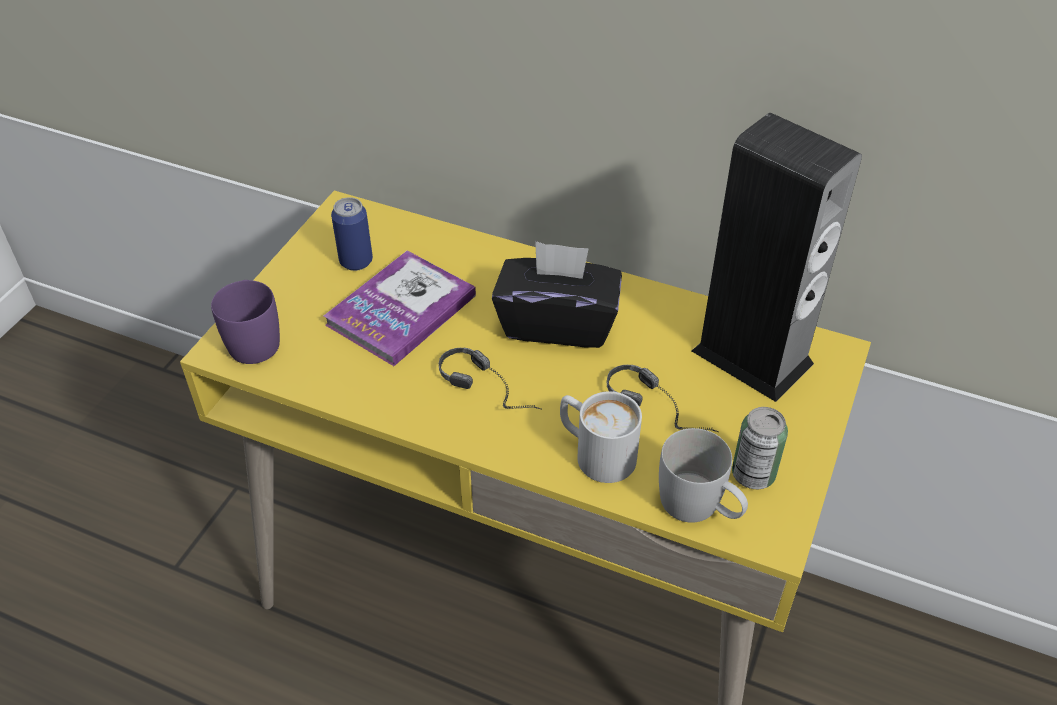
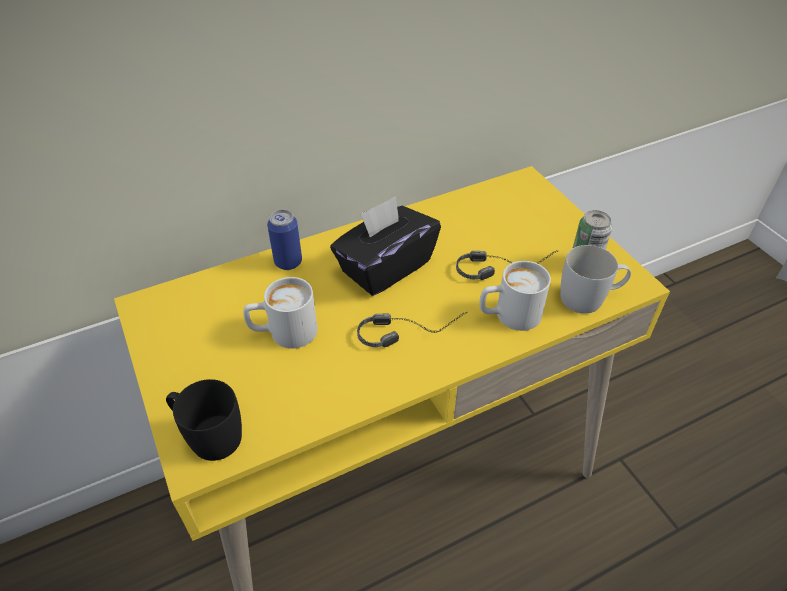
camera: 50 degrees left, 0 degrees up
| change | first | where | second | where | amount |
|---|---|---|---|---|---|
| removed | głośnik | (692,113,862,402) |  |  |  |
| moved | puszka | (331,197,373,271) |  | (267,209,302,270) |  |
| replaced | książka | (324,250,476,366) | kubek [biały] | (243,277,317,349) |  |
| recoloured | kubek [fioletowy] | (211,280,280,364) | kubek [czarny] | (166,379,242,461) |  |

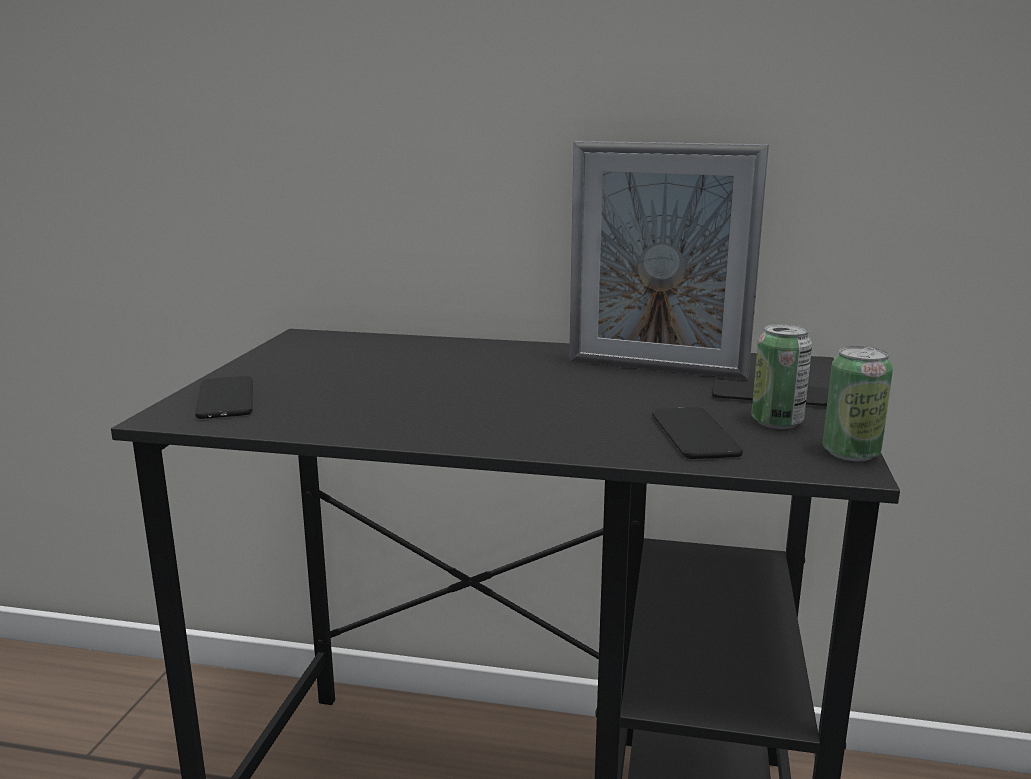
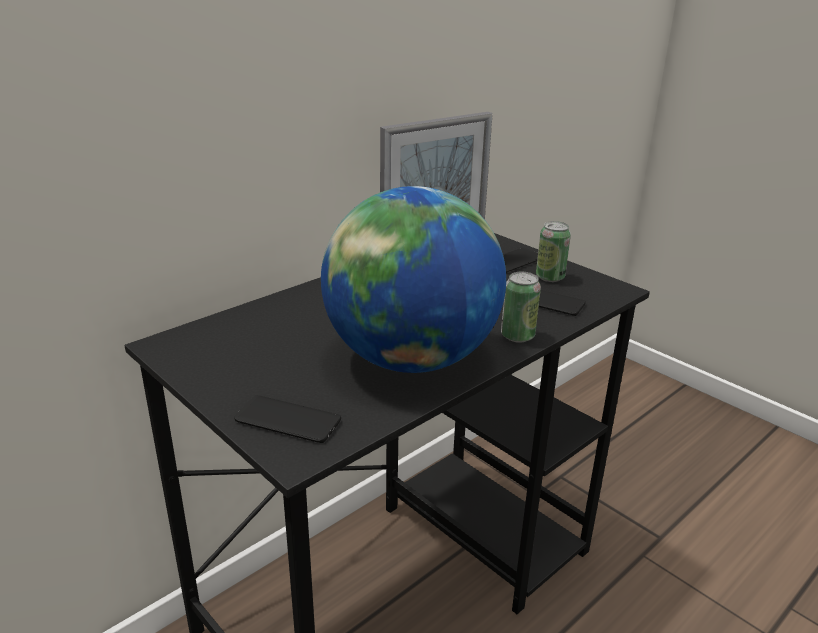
camera: 55 degrees left, 10 degrees up
| change | first | where | second | where | amount |
|---|---|---|---|---|---|
| moved | puszka | (823,346,893,461) |  | (501,272,541,343) |  |
| added |  |  | globus | (321,186,506,373) |  |

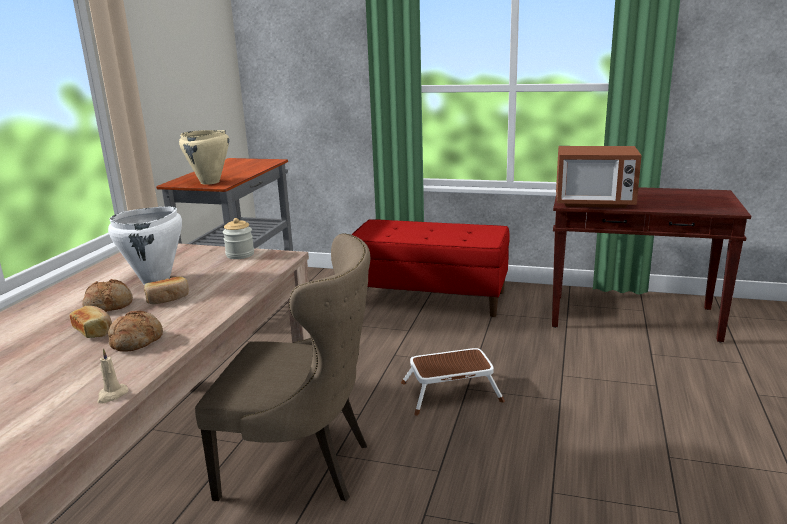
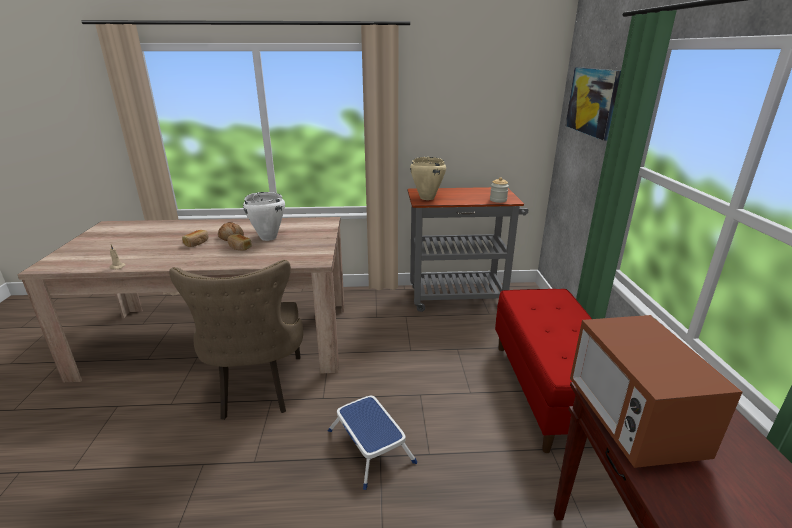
camera: 70 degrees right, 5 degrees up
| change | first | where | second | where | amount |
|---|---|---|---|---|---|
| moved | słoik | (223,218,254,259) |  | (490,177,509,203) |  |
| removed | chleb | (108,311,163,352) |  |  |  |
| recoloured | drabinka [brązowy] | (401,348,505,416) | drabinka [niebieski] | (328,396,417,490) |  |
| added |  |  | obraz | (566,67,621,141) |  |

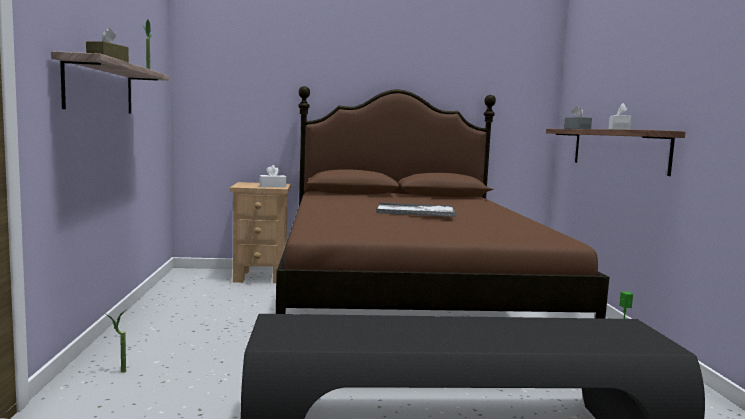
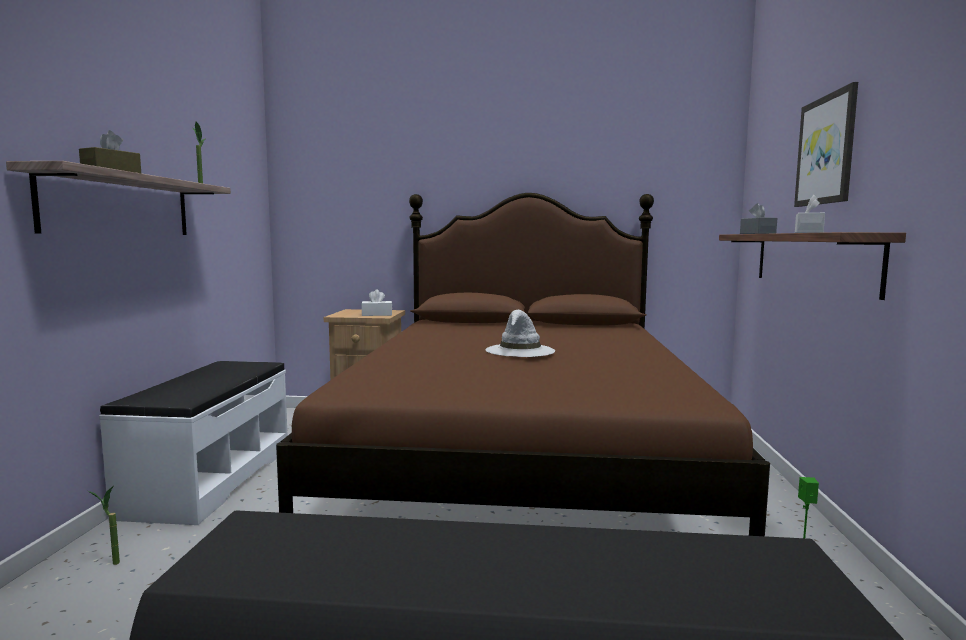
camera: 10 degrees right, 0 degrees up
| change | first | where | second | where | amount |
|---|---|---|---|---|---|
| replaced | taca | (376,203,456,217) | kapelusz [biały] | (486,310,555,357) |  |
| added |  |  | obraz | (794,82,858,207) |  |
| added |  |  | ławka [biały] | (99,361,288,525) |  |

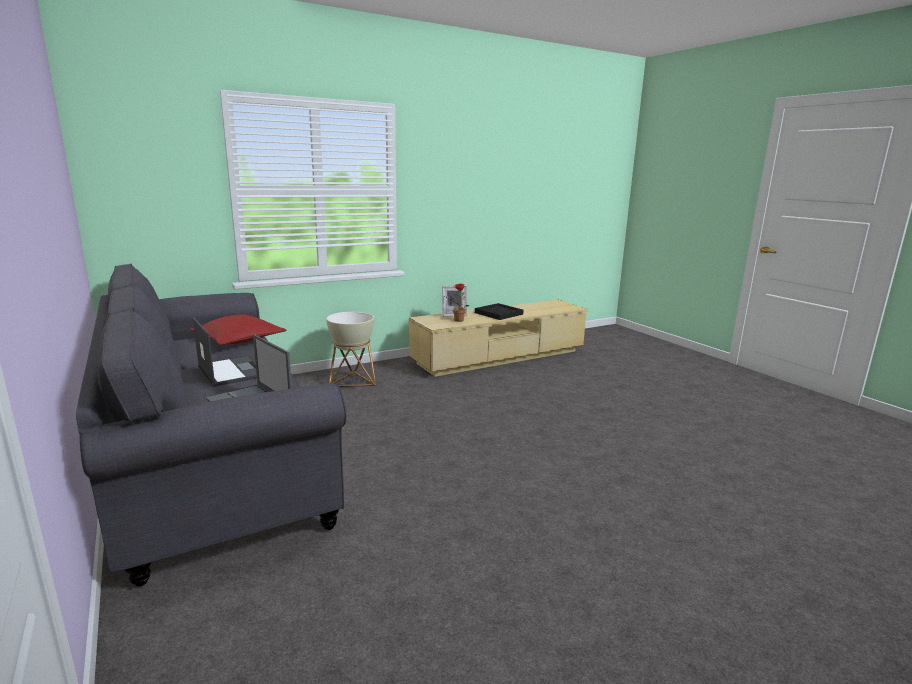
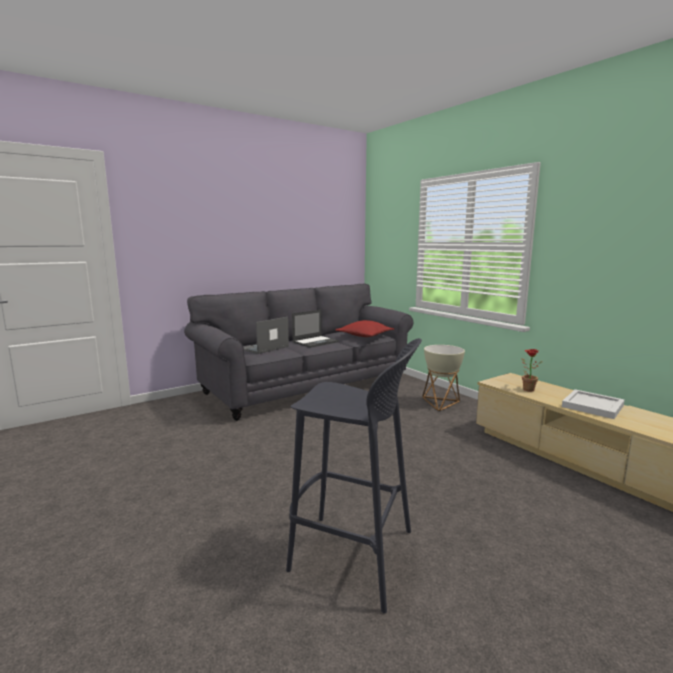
camera: 85 degrees right, 5 degrees down
| change | first | where | second | where | amount |
|---|---|---|---|---|---|
| removed | ramka na zdjęcie | (442,285,467,317) |  |  |  |
| recoloured | taca [czarny] | (475,303,524,320) | taca [biały] | (562,389,625,419) |  |
| added |  |  | stołek [szary] | (286,338,422,613) |  |

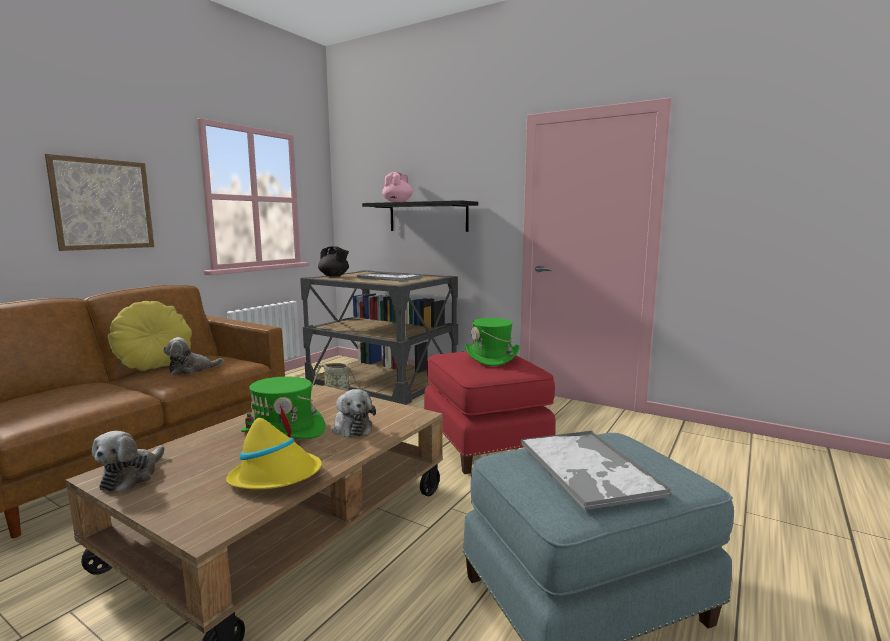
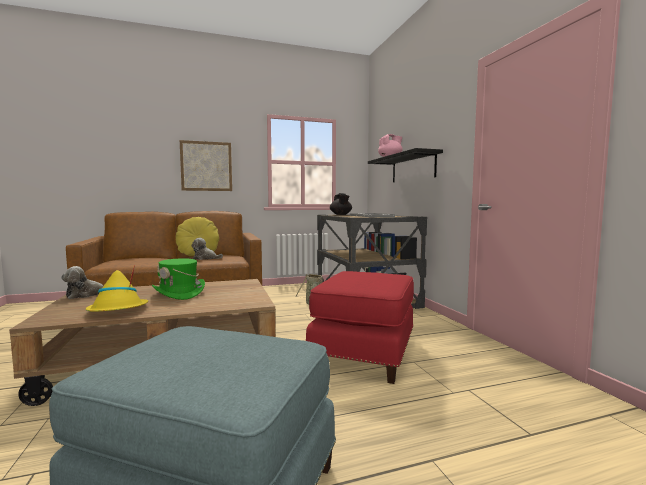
camera: 40 degrees right, 5 degrees down
| change | first | where | second | where | amount |
|---|---|---|---|---|---|
| removed | kapelusz [zielony] | (465,318,520,366) |  |  |  |
| removed | pluszak | (332,389,376,438) |  |  |  |
| removed | taca | (520,431,672,511) |  |  |  |

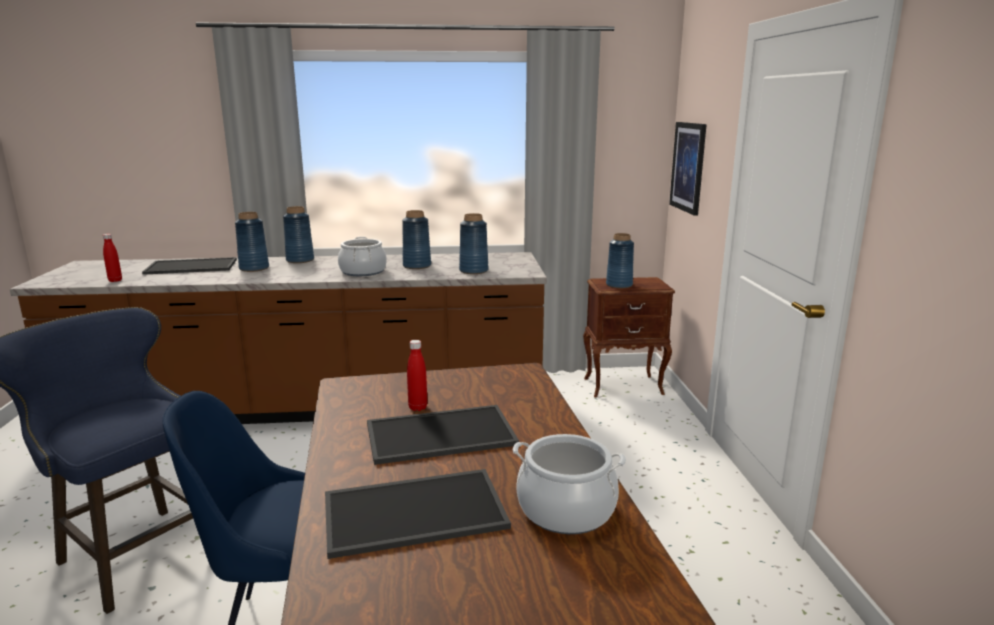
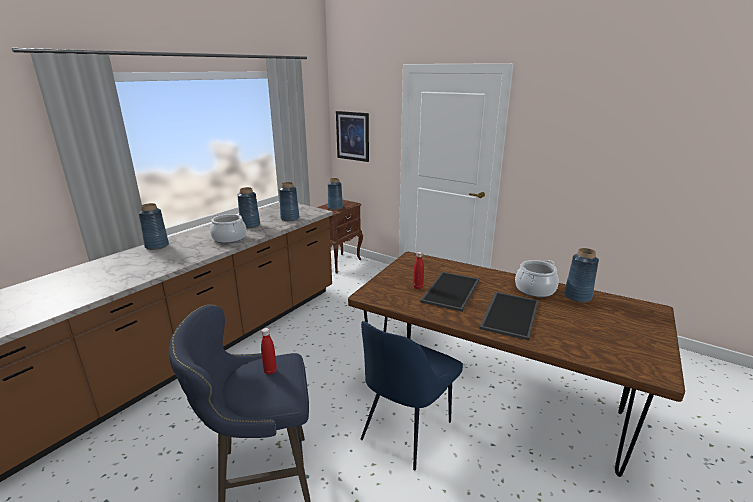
camera: 50 degrees left, 5 degrees up
| change | first | where | second | where | amount |
|---|---|---|---|---|---|
| moved | wazon [niebieski] | (235,212,269,272) |  | (564,248,599,303) |  |
| moved | butelka [czerwony] | (103,234,122,282) |  | (261,328,277,375) |  |
| removed | taca | (142,257,237,275) |  |  |  |

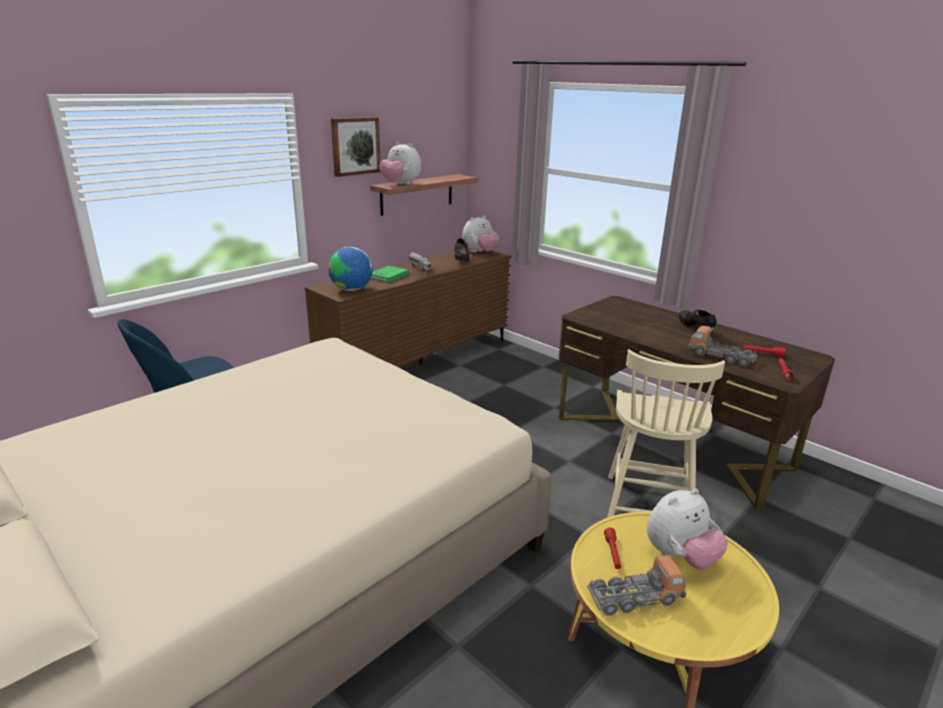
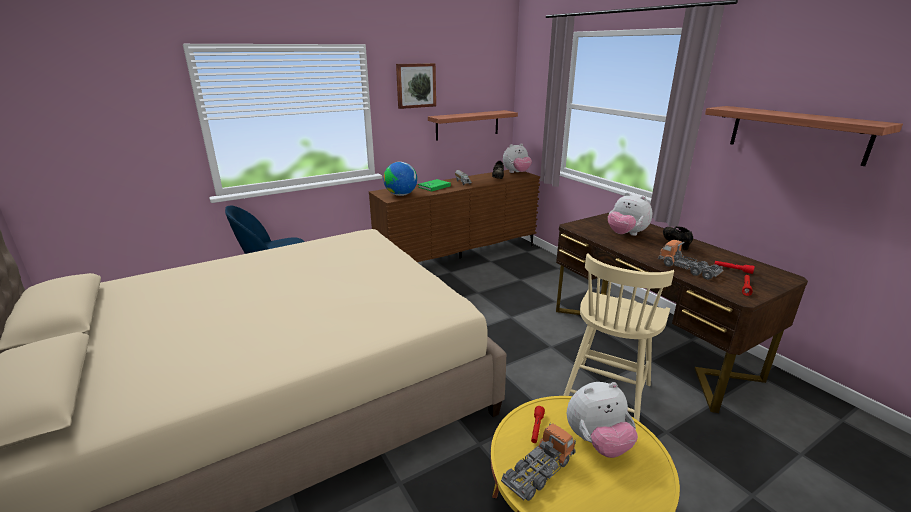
camera: 15 degrees right, 0 degrees up
| change | first | where | second | where | amount |
|---|---|---|---|---|---|
| moved | pluszak | (380,142,421,185) |  | (608,192,653,236) |  |
| turned | ciężarówka zabawkowa | (587,555,686,616) |  | (501,423,576,501) | 45 degrees counterclockwise |
| added |  |  | półka | (705,106,903,166) |  |

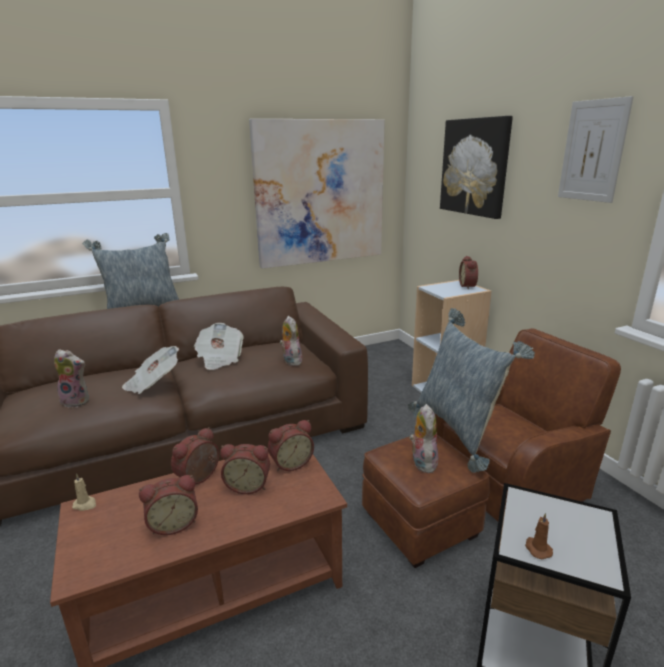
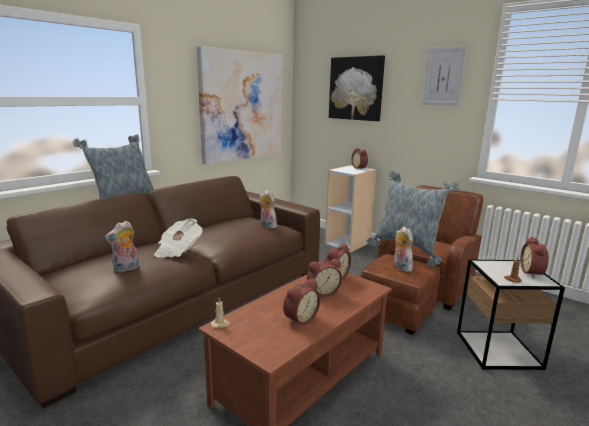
camera: 25 degrees left, 5 degrees down
| change | first | where | second | where | amount |
|---|---|---|---|---|---|
| removed | gazeta | (194,323,244,370) |  |  |  |
| turned | pluszak | (54,349,89,407) |  | (105,221,139,273) | 150 degrees clockwise |
| moved | budzik | (171,427,219,484) |  | (520,237,549,278) |  |

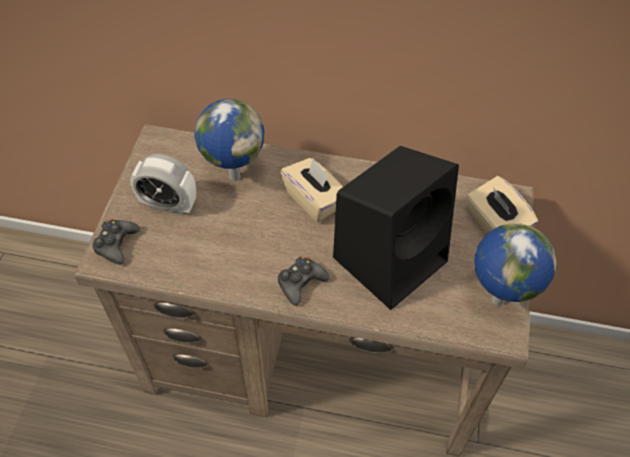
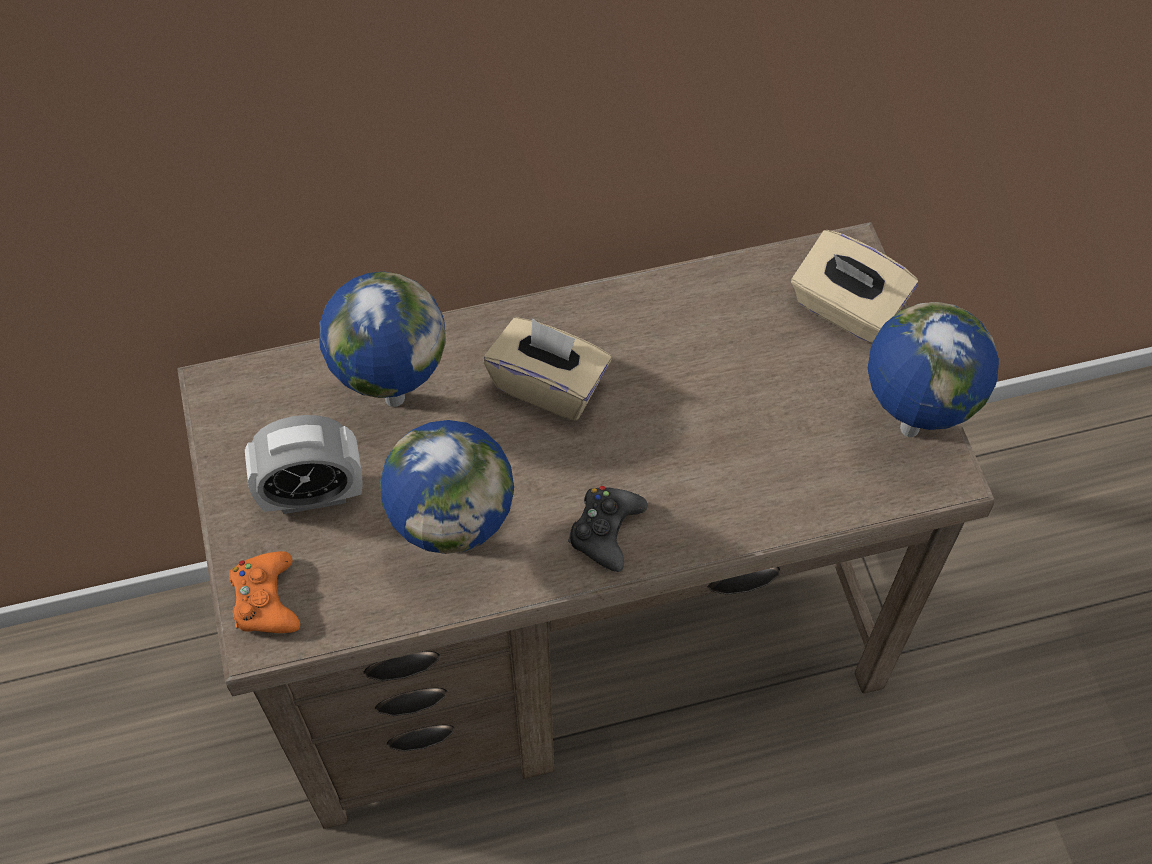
camera: 25 degrees left, 5 degrees up
| change | first | where | second | where | amount |
|---|---|---|---|---|---|
| removed | głośnik [czarny] | (333,146,459,310) |  |  |  |
| recoloured | pad do gier [czarny] | (93,219,140,264) | pad do gier [pomarańczowy] | (229,551,300,633) |  |
| added |  |  | globus | (380,420,514,554) |  |

